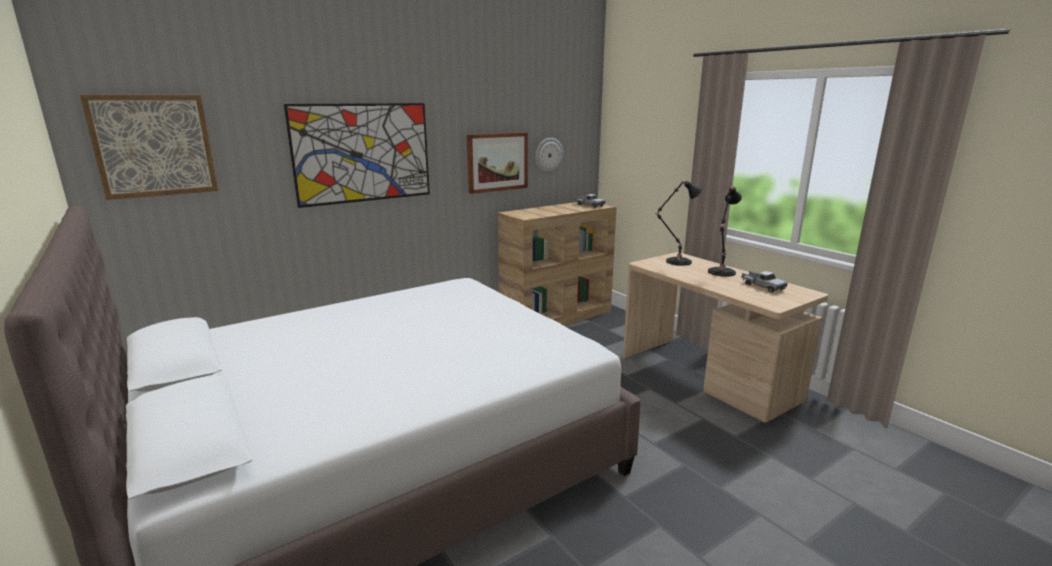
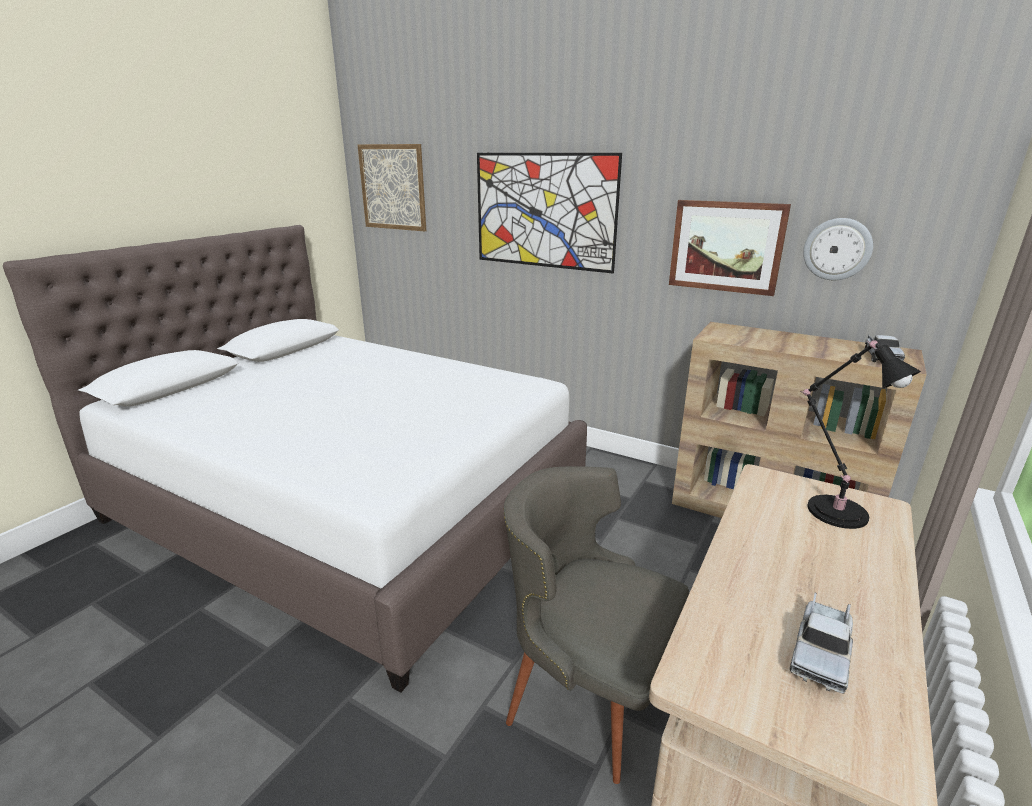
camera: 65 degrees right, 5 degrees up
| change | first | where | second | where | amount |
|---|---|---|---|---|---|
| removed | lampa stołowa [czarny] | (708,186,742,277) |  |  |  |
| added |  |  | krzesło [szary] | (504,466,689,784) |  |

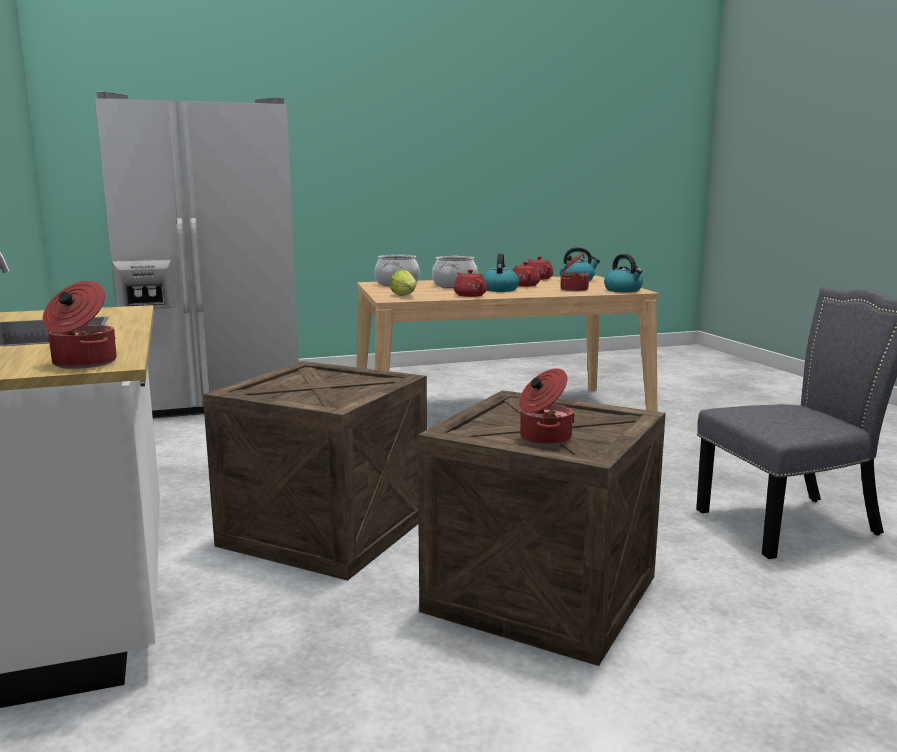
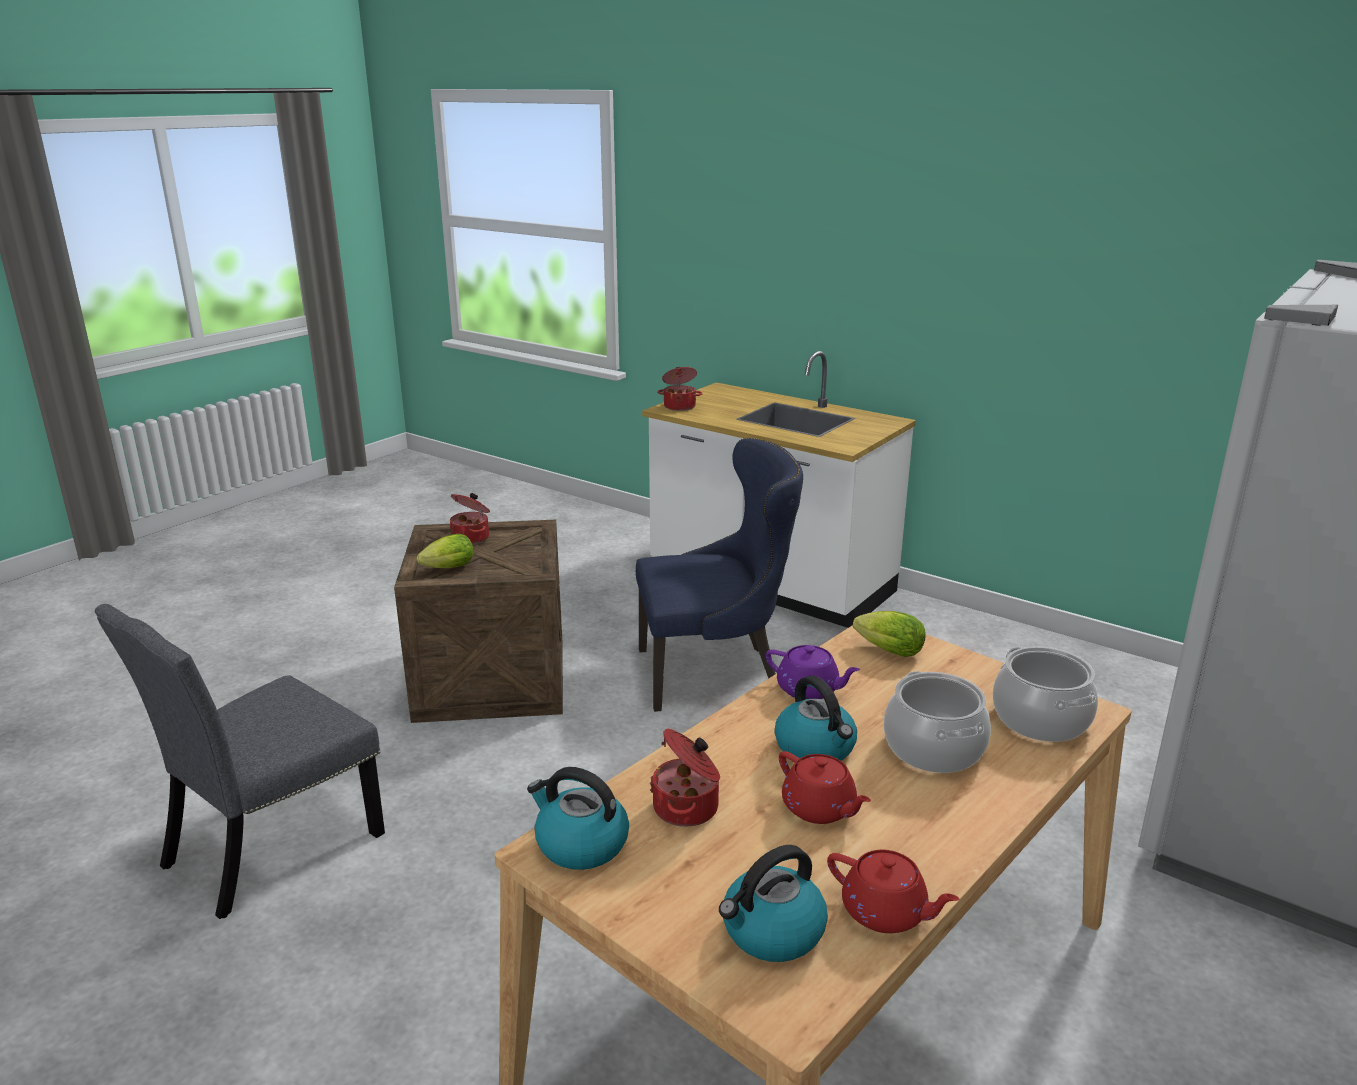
camera: 145 degrees right, 10 degrees up
| change | first | where | second | where | amount |
|---|---|---|---|---|---|
| recoloured | imbryk [czerwony] | (454,270,487,297) | imbryk [fioletowy] | (766,645,861,699) |  |
| replaced | skrzynka | (203,361,427,581) | krzesło [niebieski] | (636,438,803,712) |  |
| added |  |  | sałata | (417,534,473,568) |  |

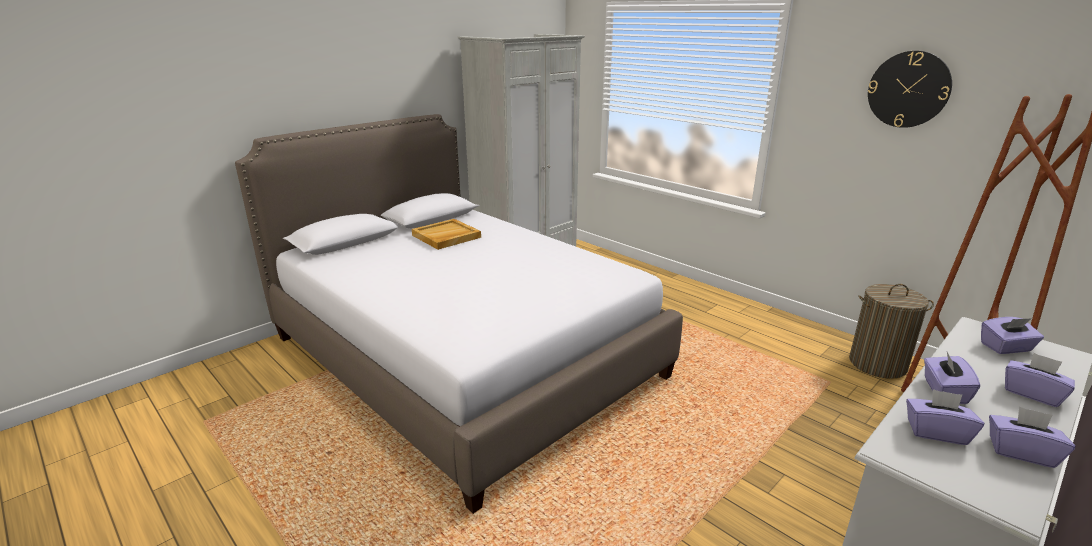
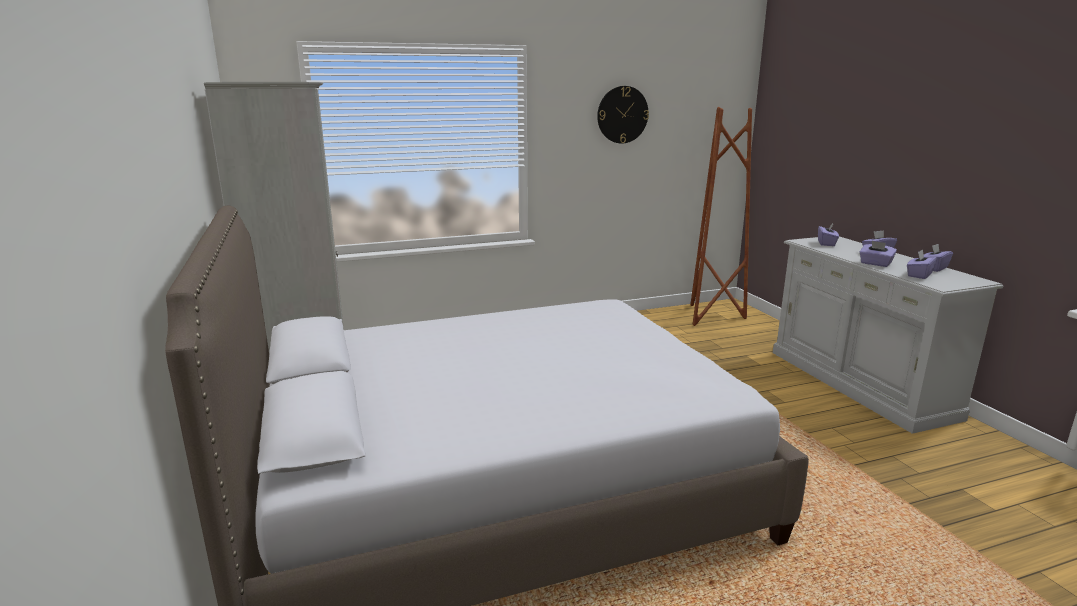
camera: 65 degrees left, 5 degrees down
| change | first | where | second | where | amount |
|---|---|---|---|---|---|
| removed | taca [beżowy] | (412,219,481,250) |  |  |  |
| removed | kosz na pranie | (849,284,934,379) |  |  |  |

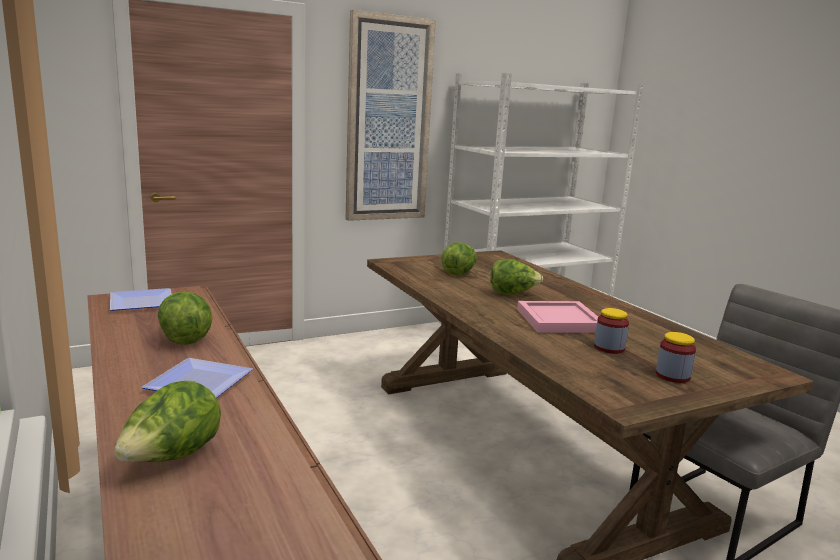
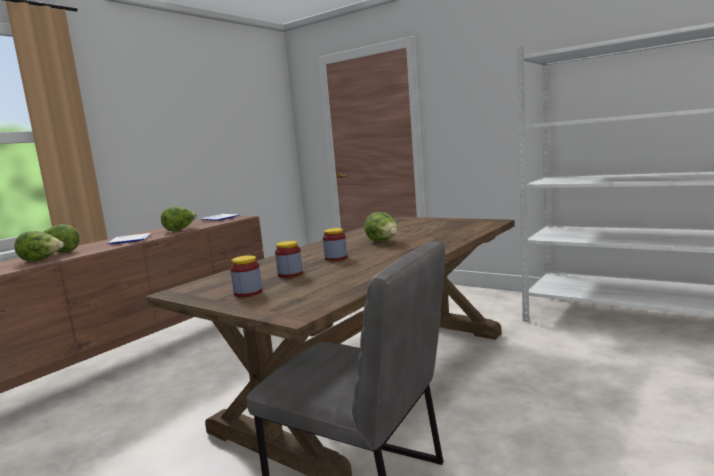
camera: 65 degrees right, 5 degrees down
| change | first | where | second | where | amount |
|---|---|---|---|---|---|
| removed | obraz | (346,10,436,221) |  |  |  |
| moved | sałata | (441,243,477,275) |  | (14,231,64,262) |  |
| replaced | taca [różowy] | (517,301,598,333) | słoik | (323,228,347,261) |  |

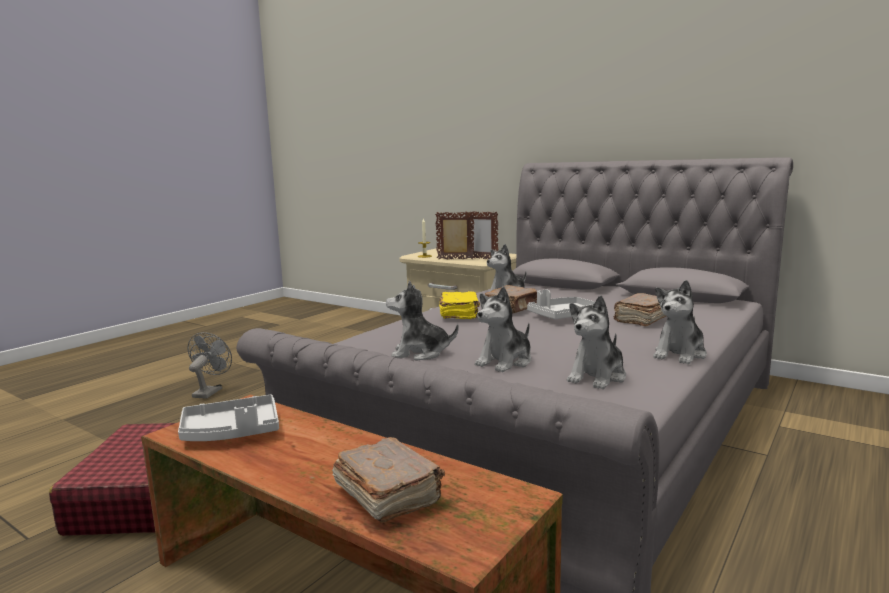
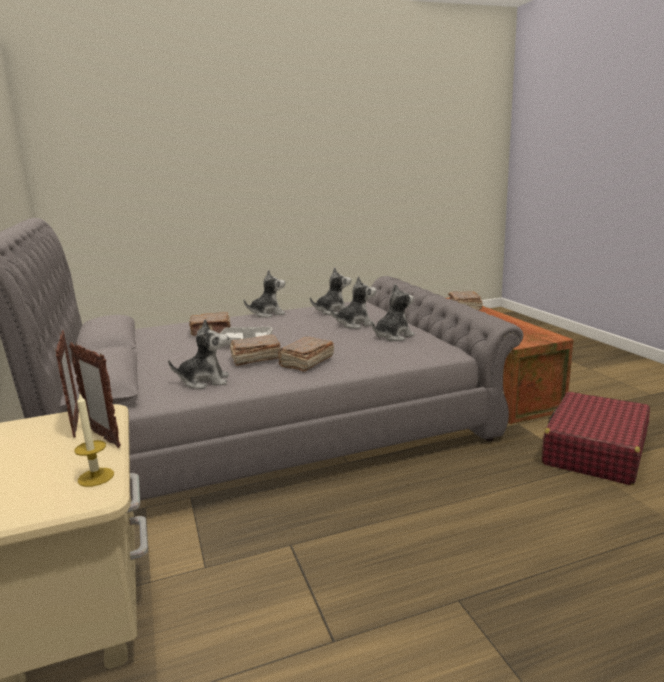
camera: 145 degrees left, 5 degrees up
| change | first | where | second | where | amount |
|---|---|---|---|---|---|
| turned | pluszak | (386,281,459,360) |  | (372,284,415,341) | 75 degrees counterclockwise |
| recoloured | książka [żółty] | (439,291,480,319) | książka [brązowy] | (278,337,334,372) |  |
| removed | wentylator [szary] | (188,332,232,399) |  |  |  |
| removed | taca [szary] | (178,395,279,441) |  |  |  |

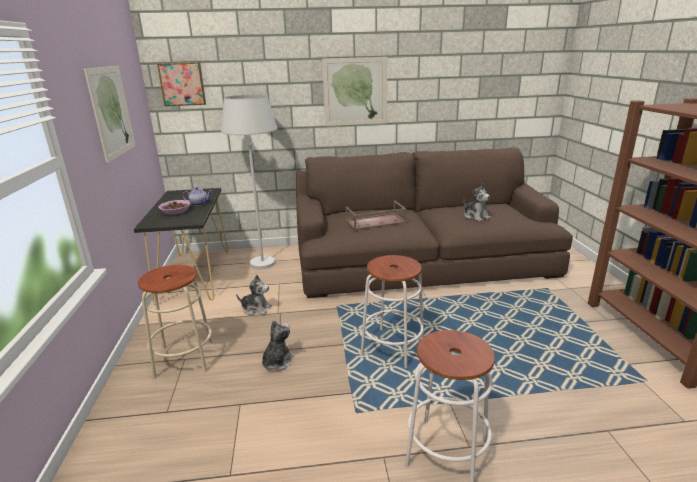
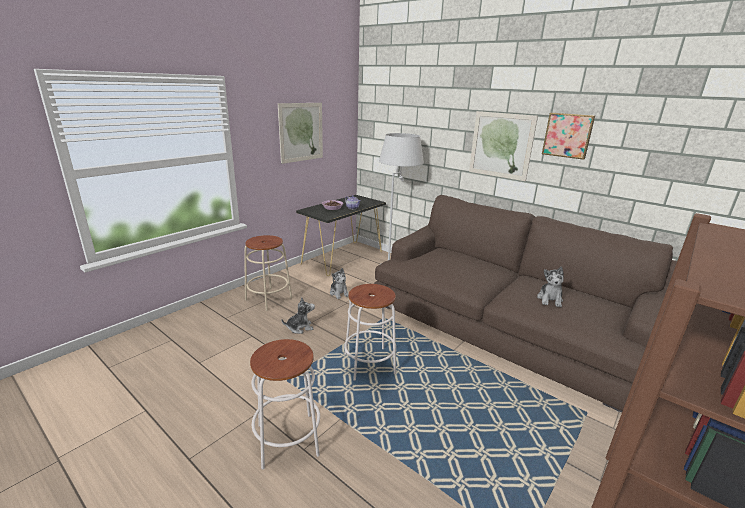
camera: 45 degrees right, 0 degrees up
| change | first | where | second | where | amount |
|---|---|---|---|---|---|
| moved | obraz | (157,62,206,106) |  | (542,113,595,160) |  |
| removed | taca [brązowy] | (346,200,406,230) |  |  |  |

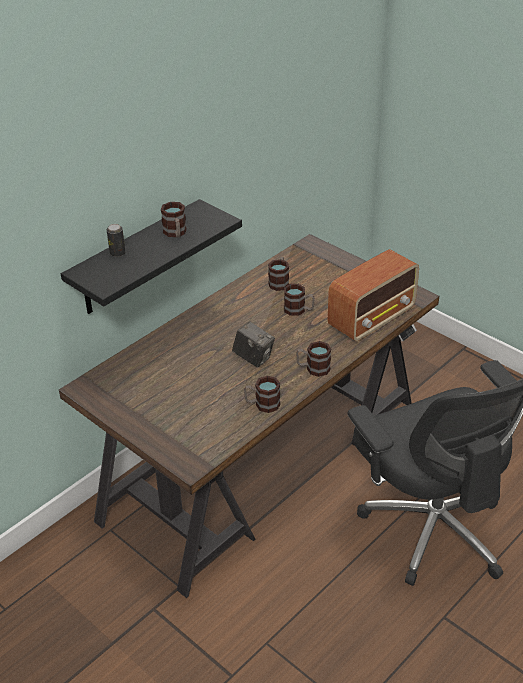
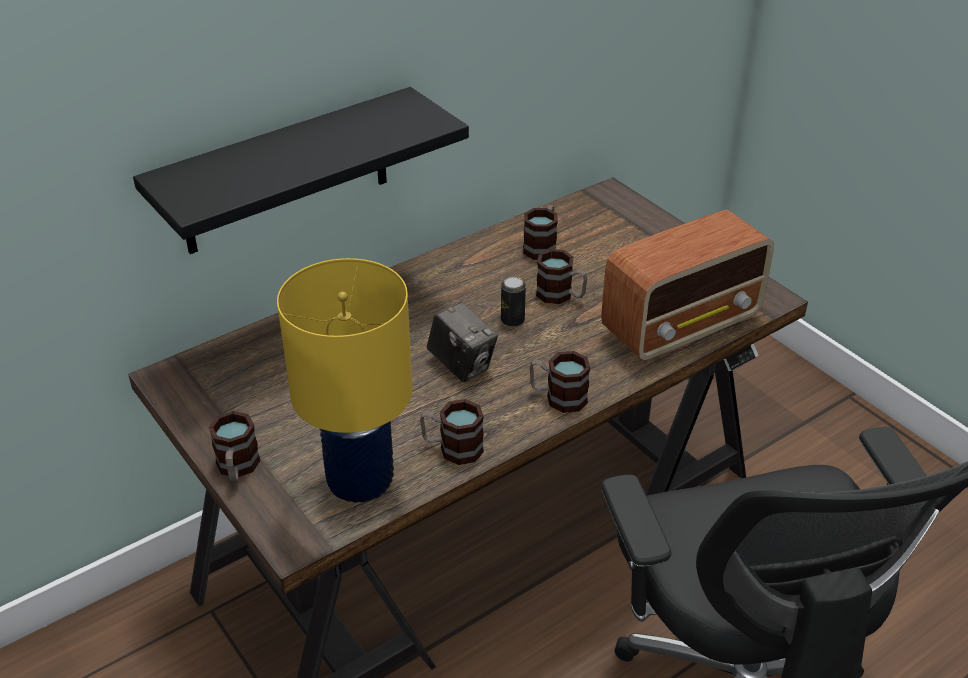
camera: 10 degrees right, 0 degrees up
| change | first | where | second | where | amount |
|---|---|---|---|---|---|
| moved | kubek | (161,202,187,238) |  | (208,411,261,483) |  |
| moved | puszka | (107,224,125,257) |  | (501,277,526,327) |  |
| added |  |  | lampa stołowa [żółty] | (277,258,412,503) |  |

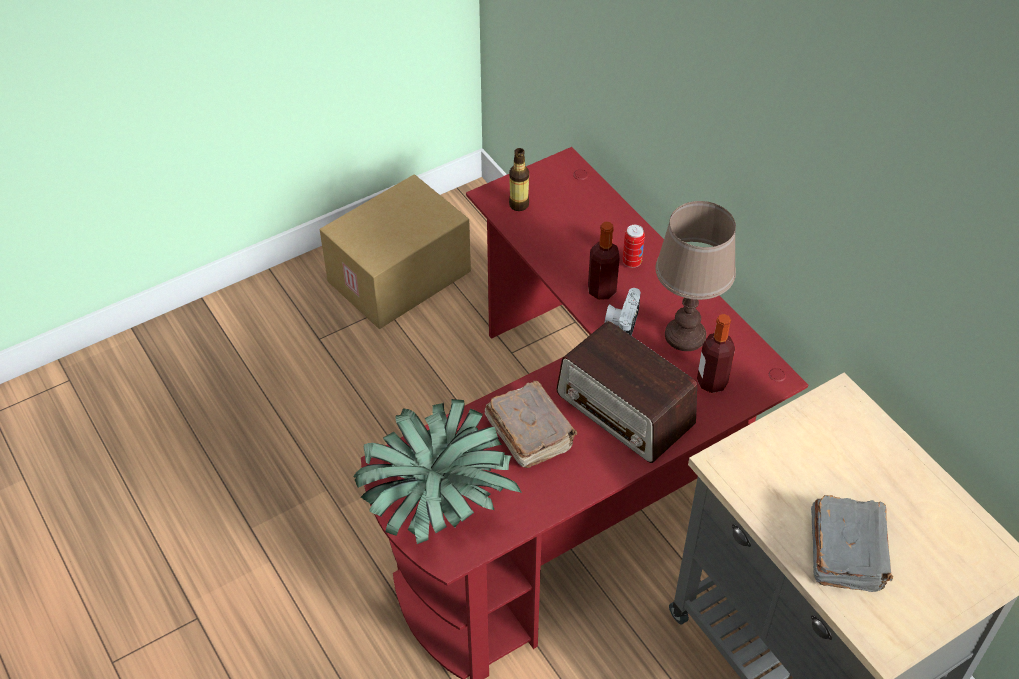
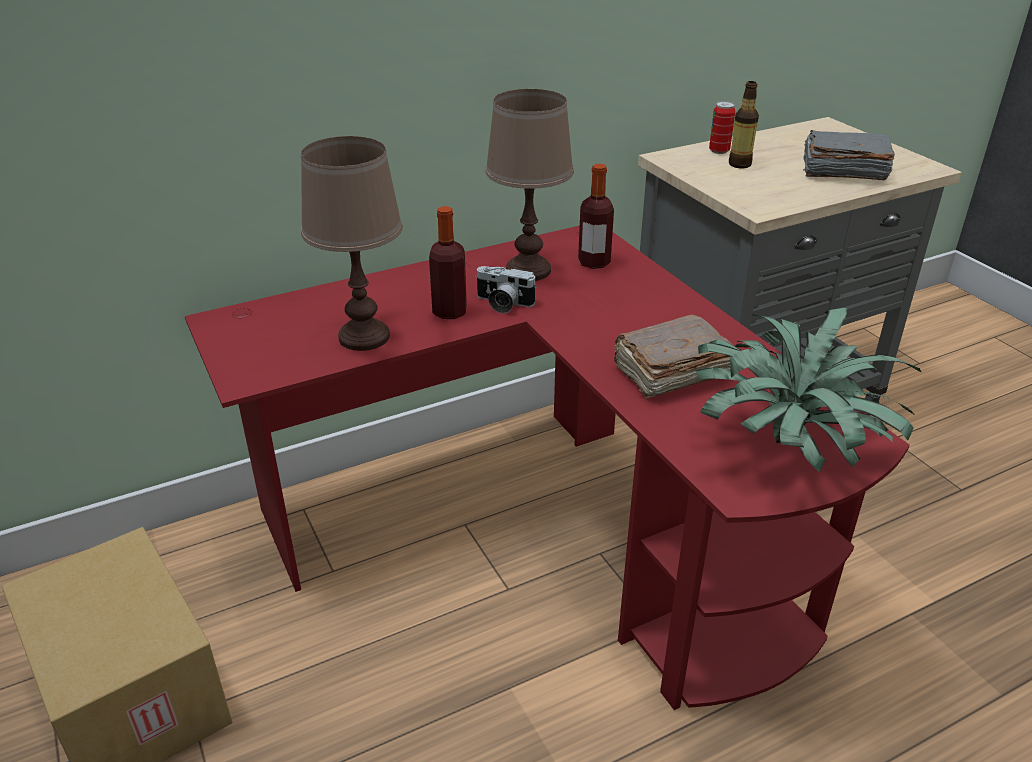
camera: 85 degrees left, 15 degrees down
| change | first | where | second | where | amount |
|---|---|---|---|---|---|
| moved | butelka | (509,148,529,211) |  | (729,81,759,168) |  |
| moved | puszka | (622,225,645,268) |  | (709,101,735,154) |  |
| removed | radio | (556,321,697,463) |  |  |  |
| added |  |  | lampa stołowa [brązowy] | (301,136,403,351) |  |

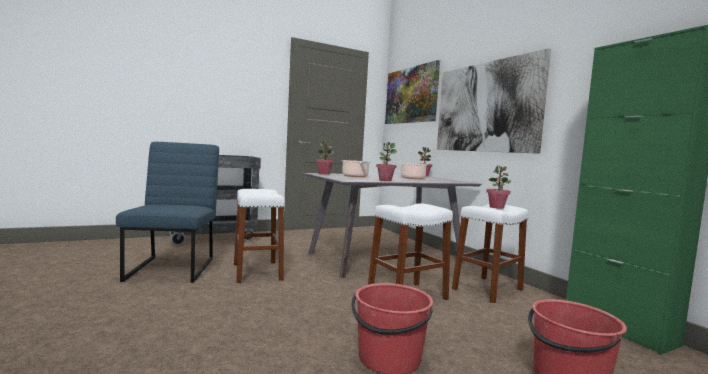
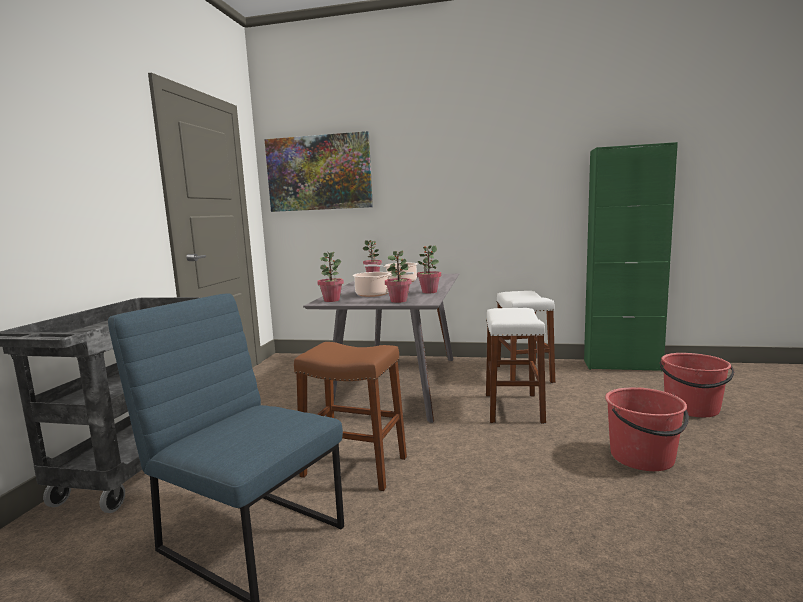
camera: 50 degrees left, 5 degrees up
| change | first | where | second | where | amount |
|---|---|---|---|---|---|
| removed | obraz | (437,48,551,154) |  |  |  |
| moved | roślina doniczkowa | (486,165,511,209) |  | (385,251,412,303) |  |
| recoloured | stołek [biały] | (234,189,285,283) | stołek [brązowy] | (294,342,407,491) |  |

